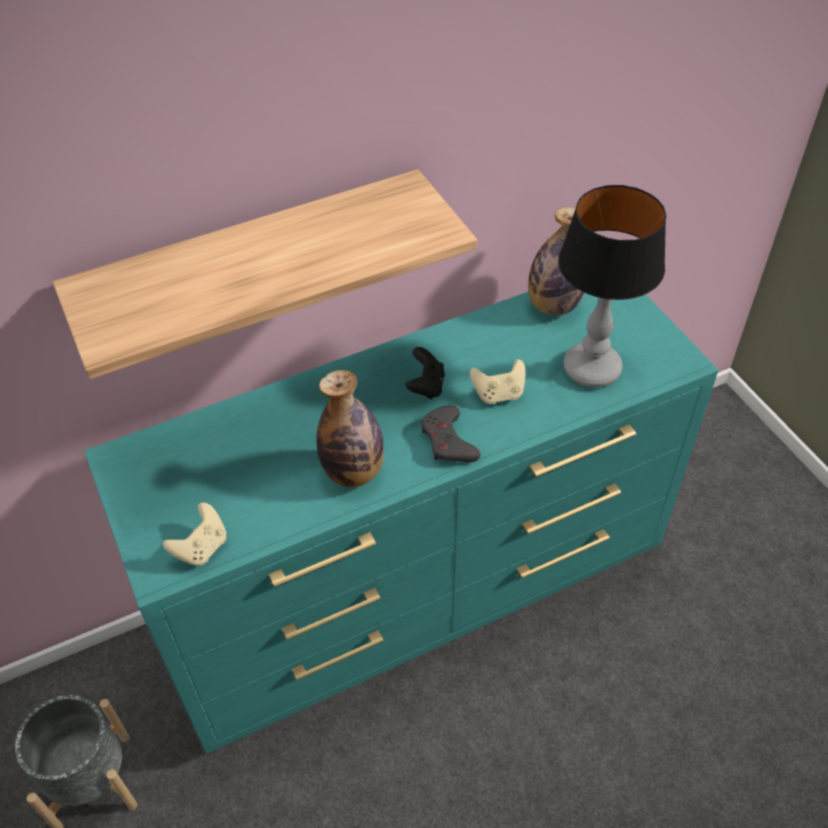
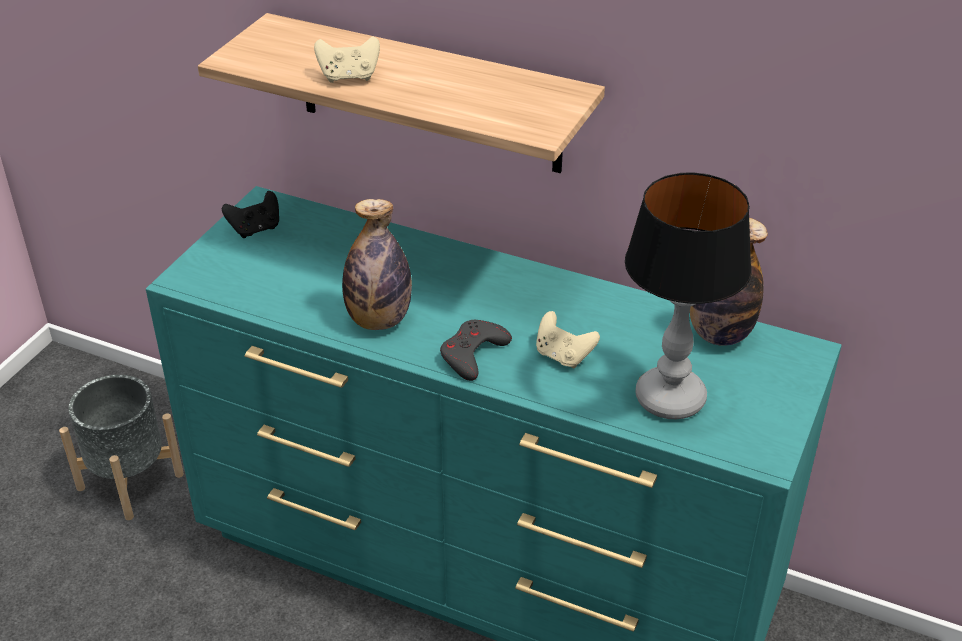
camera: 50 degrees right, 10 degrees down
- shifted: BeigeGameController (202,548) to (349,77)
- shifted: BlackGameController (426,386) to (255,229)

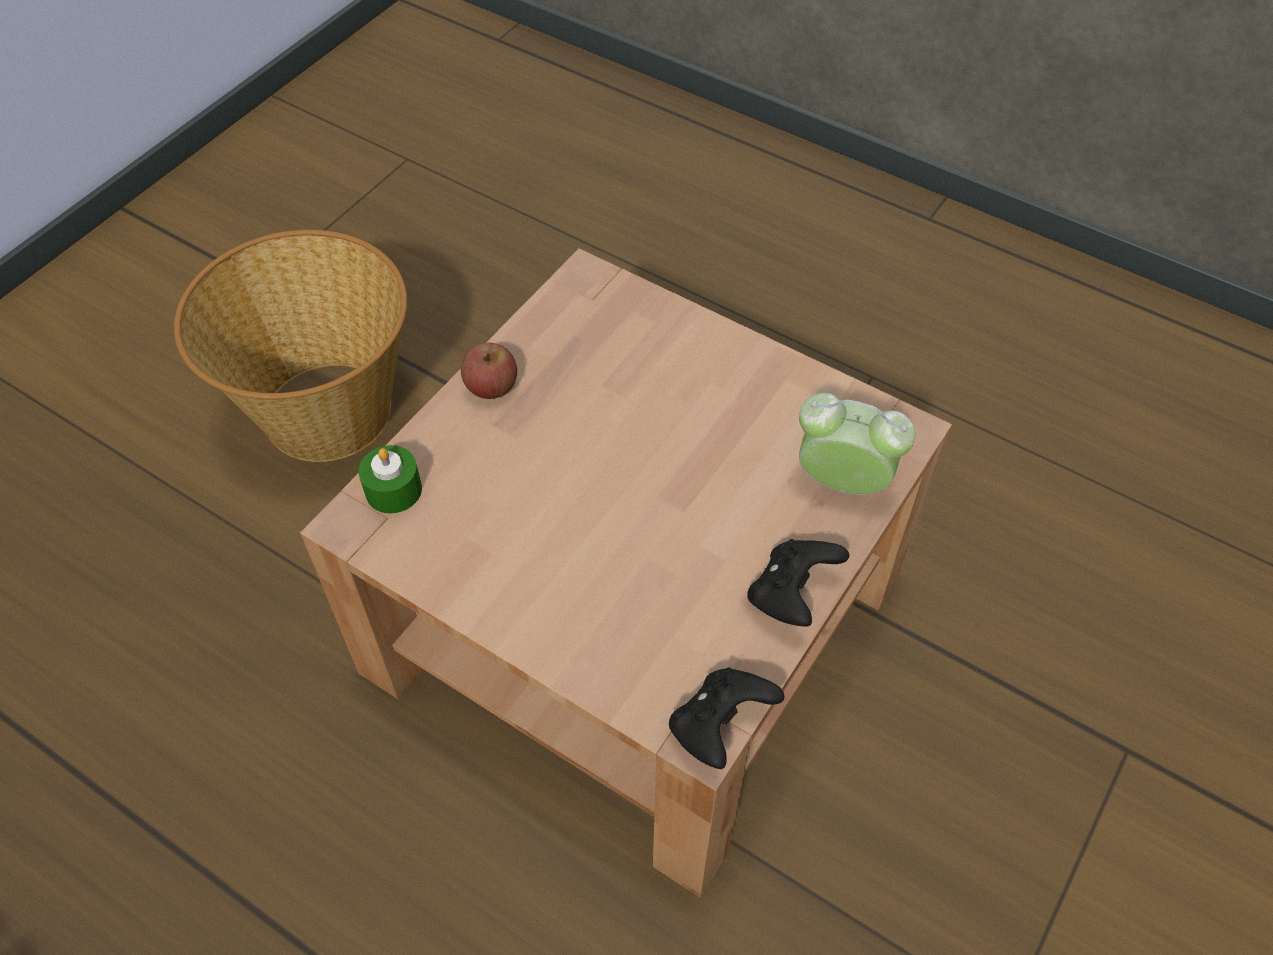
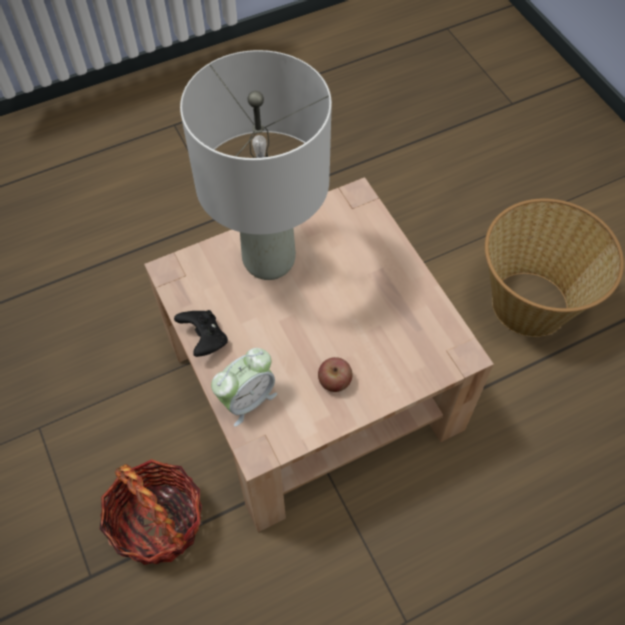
camera: 120 degrees right, 5 degrees up
- gone: GreenCandle (393,490)
- gone: BlackGameController (719,726)
- new: Basket (158,522)
- new: GreyTableLamp (269,259)
- shifted: Apple (491,386) to (334,381)

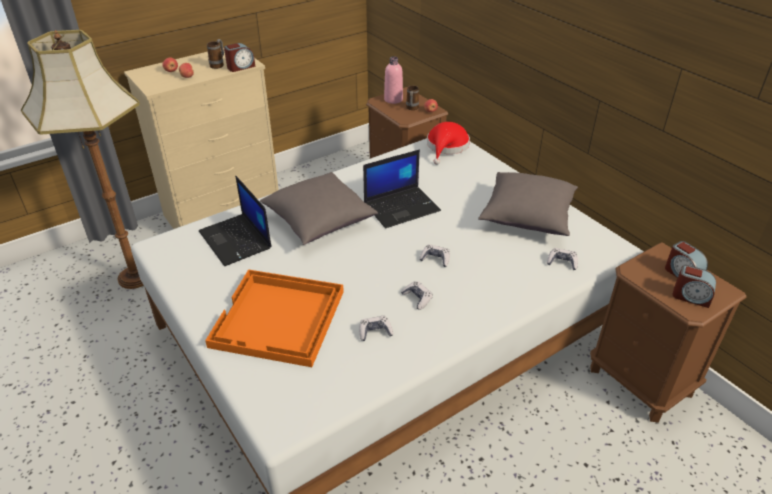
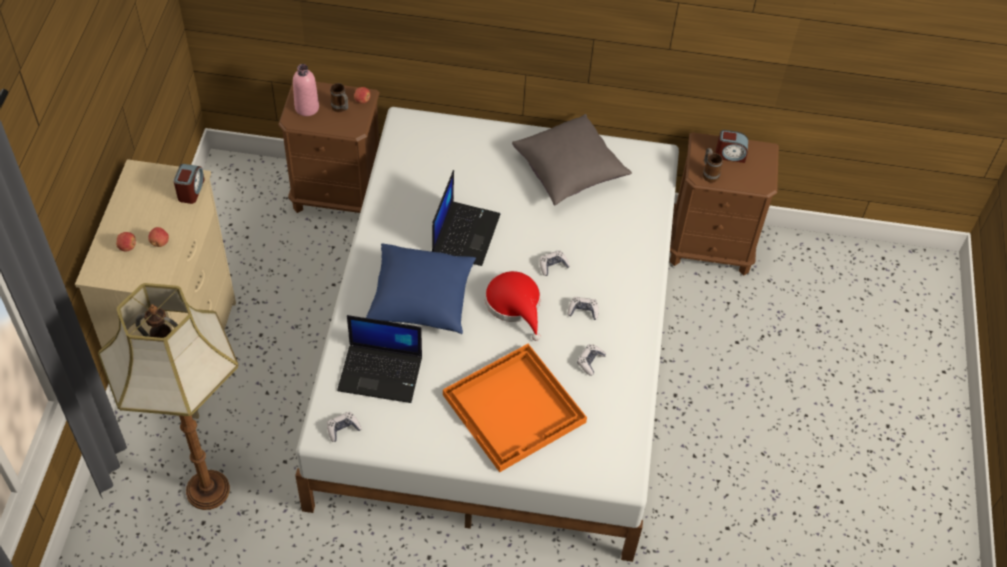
camera: 50 degrees left, 15 degrees up
- gone: AlarmClock (691,297)
- shifted: Mug (218,65) to (709,174)
- shifted: RedHat (446,147) to (515,304)
- shifted: GameController (562,262) to (343,429)
- repainted: GreyPillow (319,221) to BluePillow (421,300)

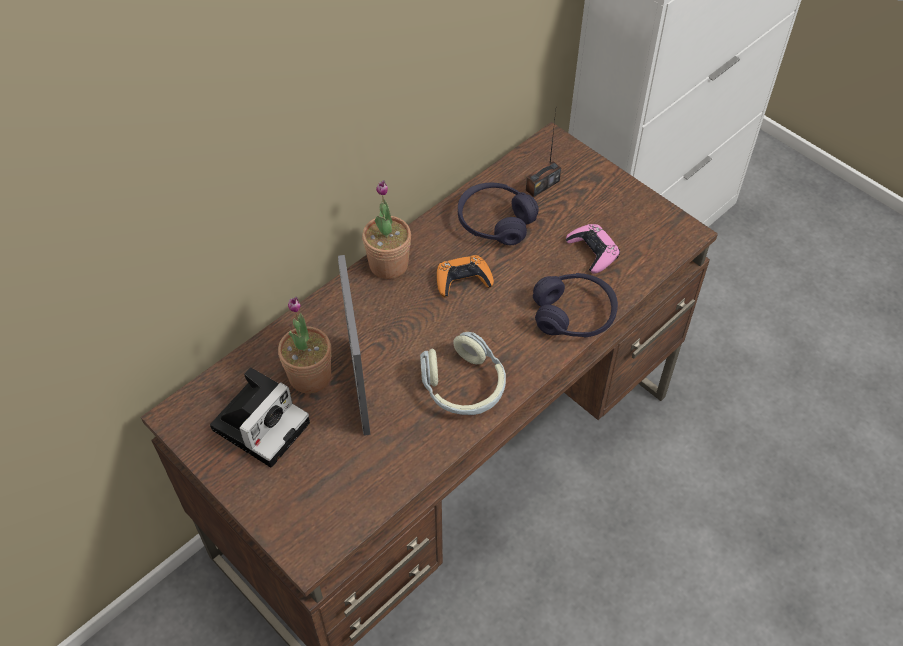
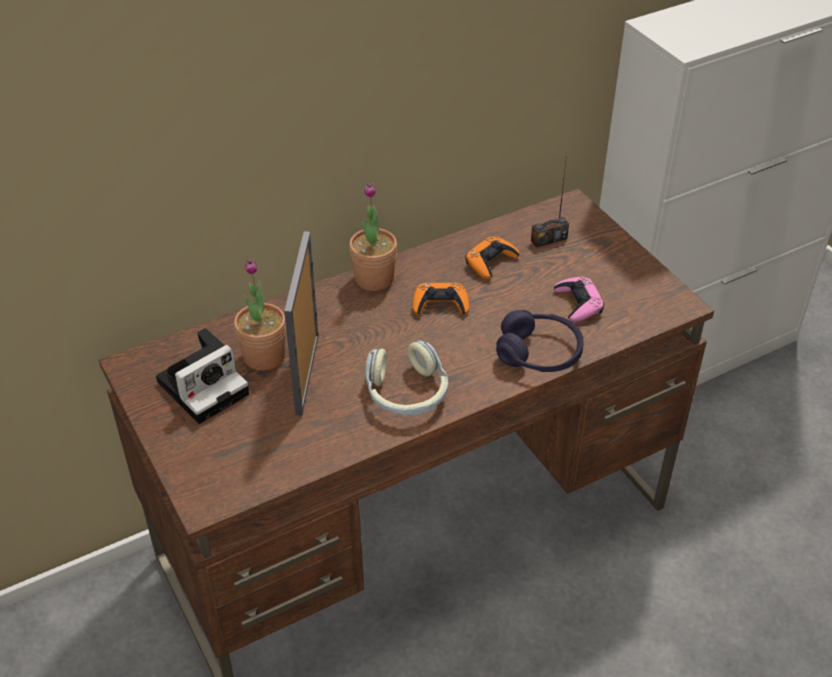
camera: 15 degrees right, 10 degrees down
- swapped: PurpleHeadphones (495,222) to OrangeGameController (490,262)

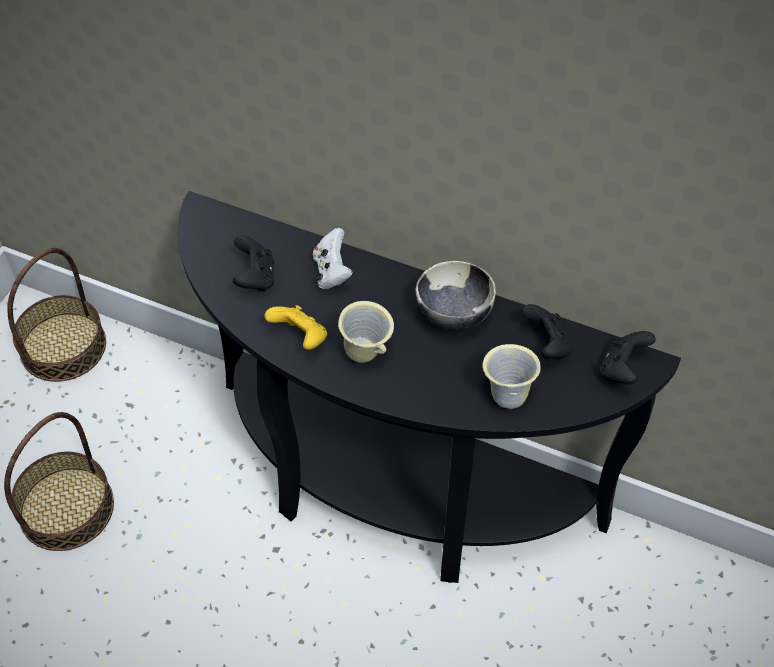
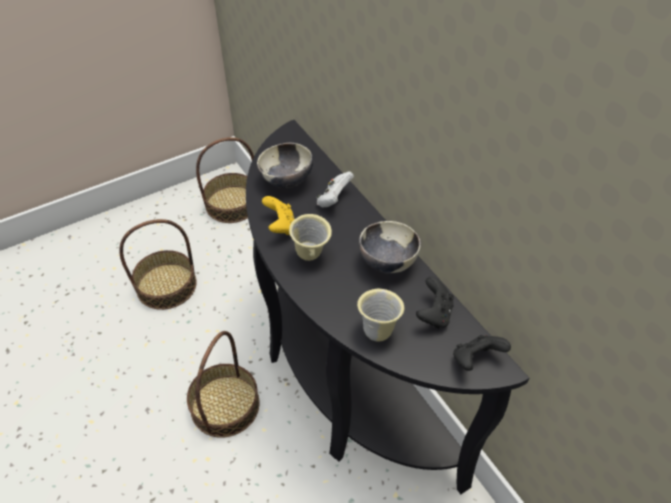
camera: 35 degrees right, 5 degrees down
- new: Basket (225,405)
- swapped: BlackGameController (255,278) to Bowl (286,181)

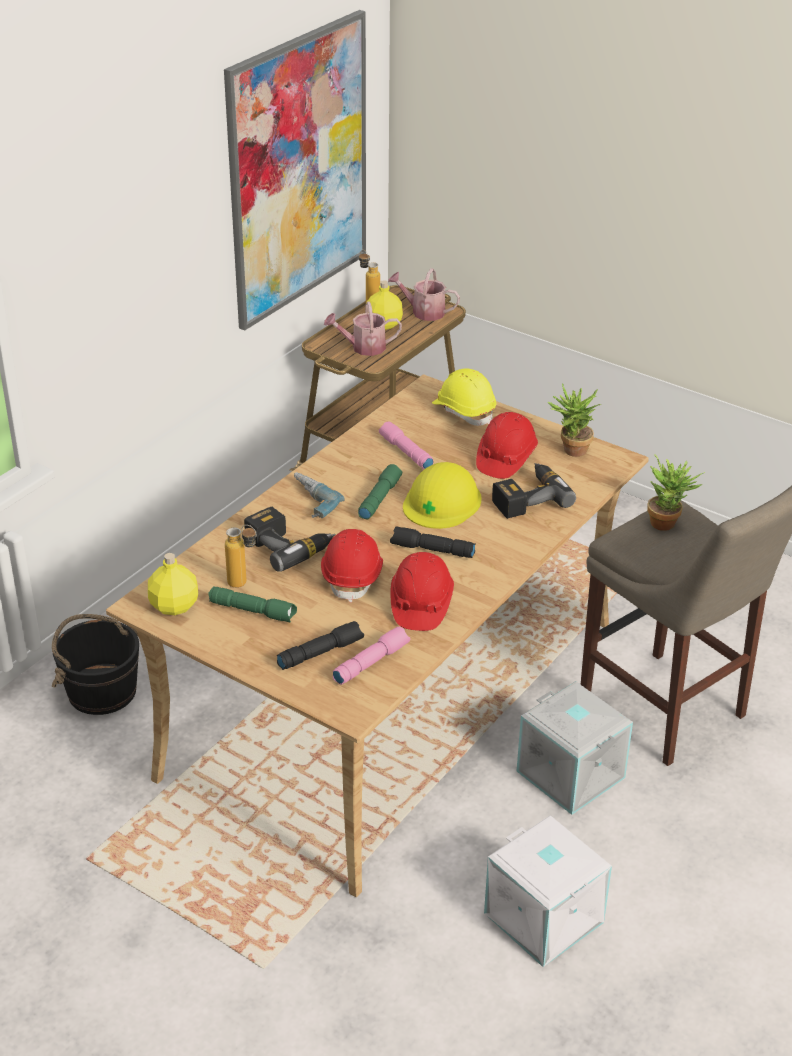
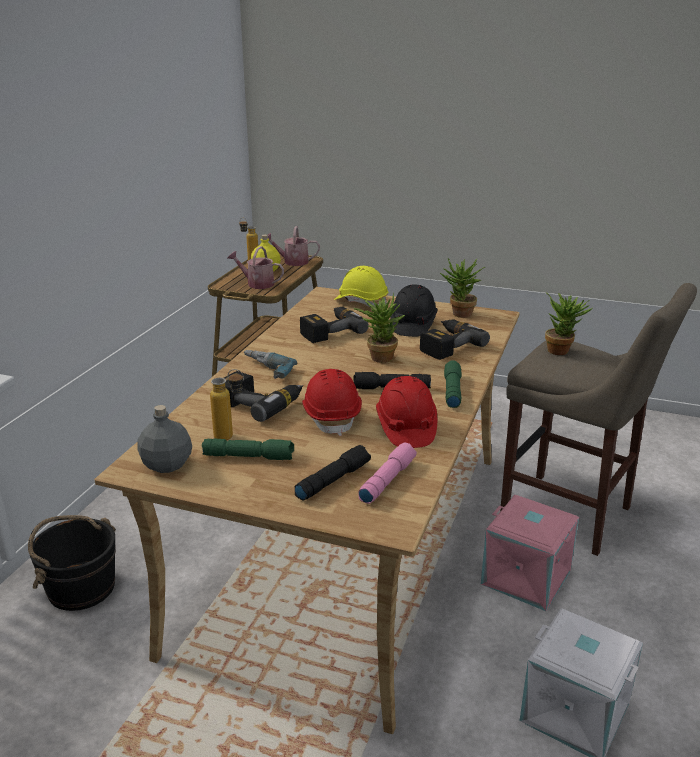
camera: 15 degrees left, 10 degrees down
- gone: Picture (298,170)
- shifted: GreenFlashlight (379,498) to (451,391)
- swapped: PinkFlashlight (405,452) to PowerDrill (329,330)
- swapped: YellowHardHat (442,502) to PottedPlant (379,356)
- repainted: YellowBottle (175,606) to GreyBottle (167,465)
- repainted: RedHardHat (505,459) to BlackHardHat (412,325)
- repainted: GreyStorageBox (572,774) to PinkStorageBox (527,577)
- rotated: WateringCan (363,347) = (257,284) 45 degrees clockwise

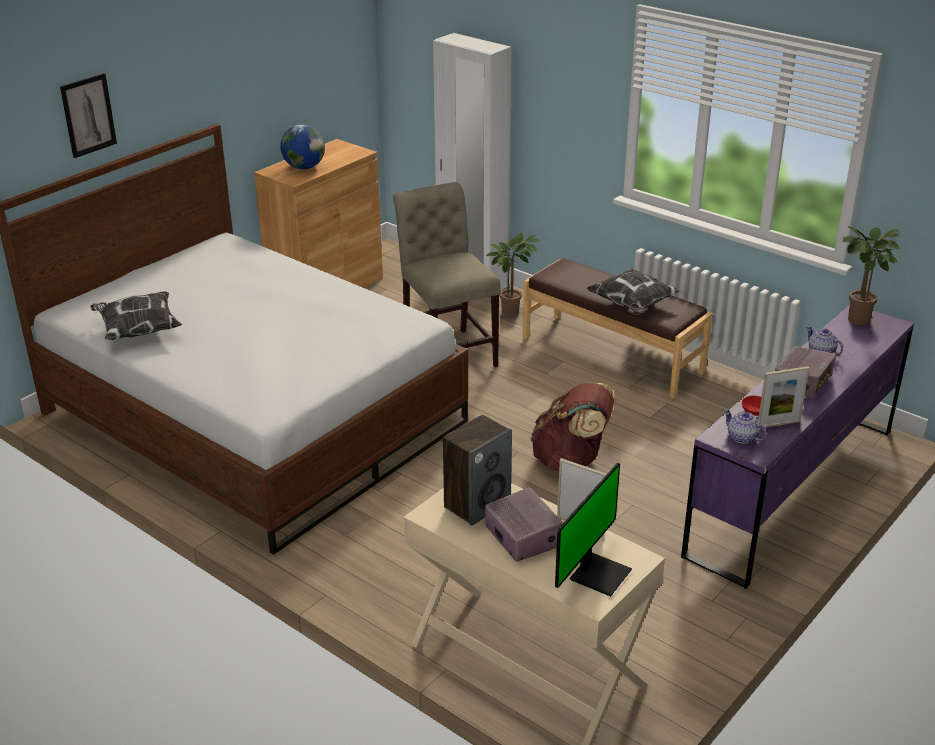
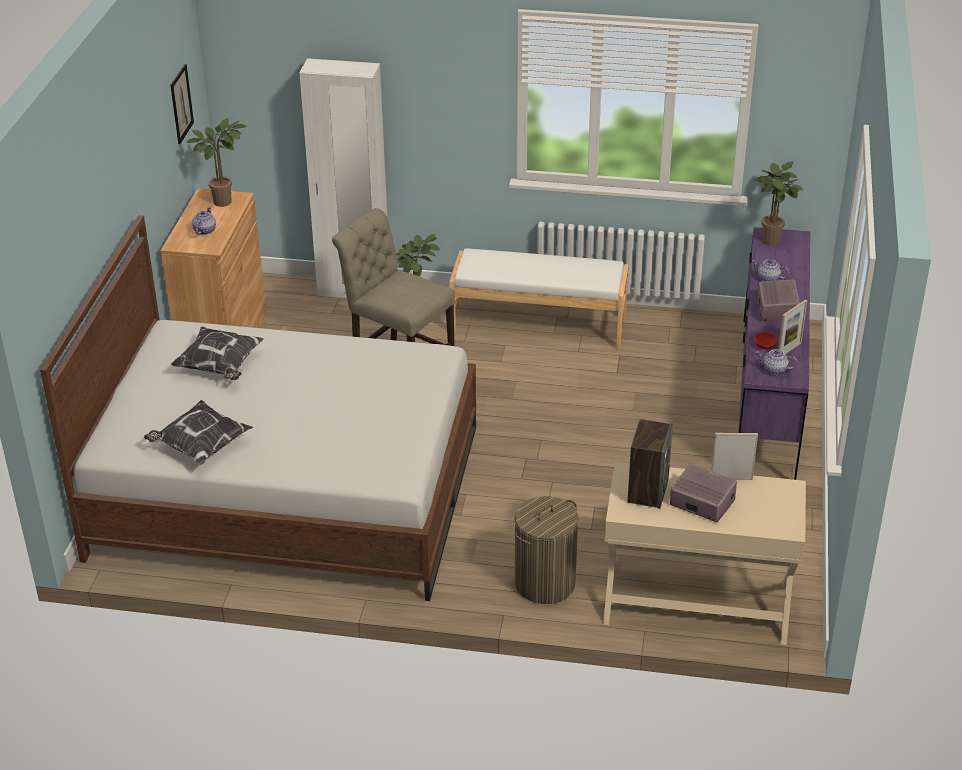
camera: 30 degrees left, 5 degrees up
- gone: BrownBackpack (571,461)
- gone: Monitor (598,573)
- new: PottedPlant (224,200)
- new: LaundryBasket (545,583)
- shifted: Picture (88,115) to (181,104)
- shifted: Pillow (632,305) to (220,367)
- swapped: Globe (304,167) to Teapot (204,230)
- repainted: BrownBench (612,354) to WhiteBench (538,324)

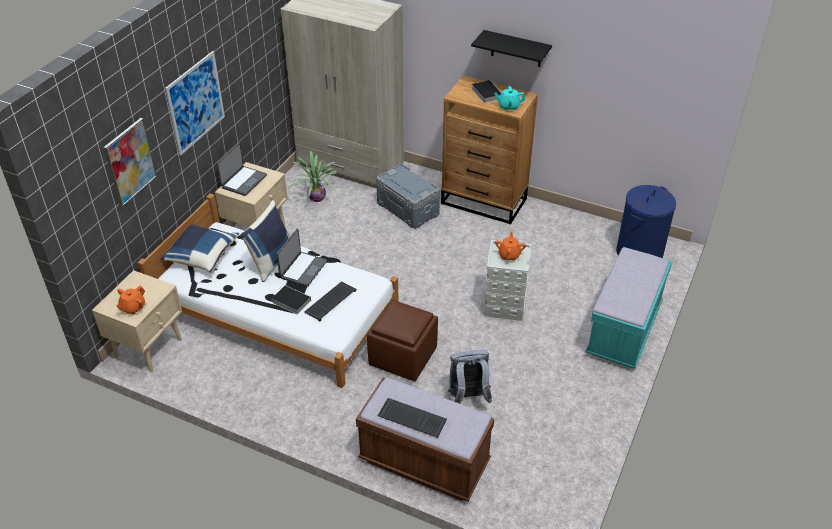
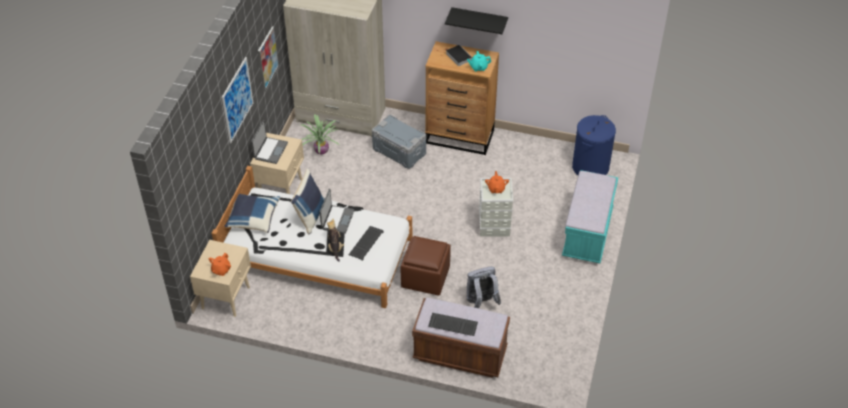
camera: 10 degrees left, 5 degrees up
- shifted: Picture (130,162) to (267,58)
- swapped: Book (290,301) to PlushToy (335,247)

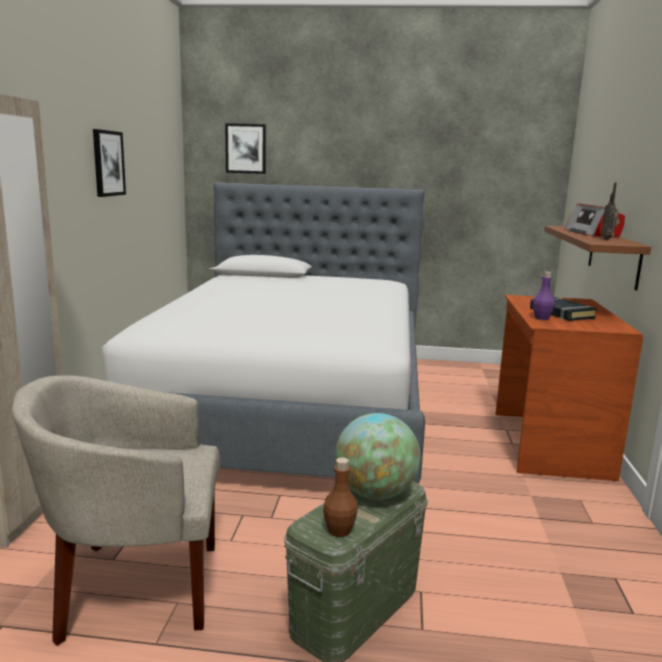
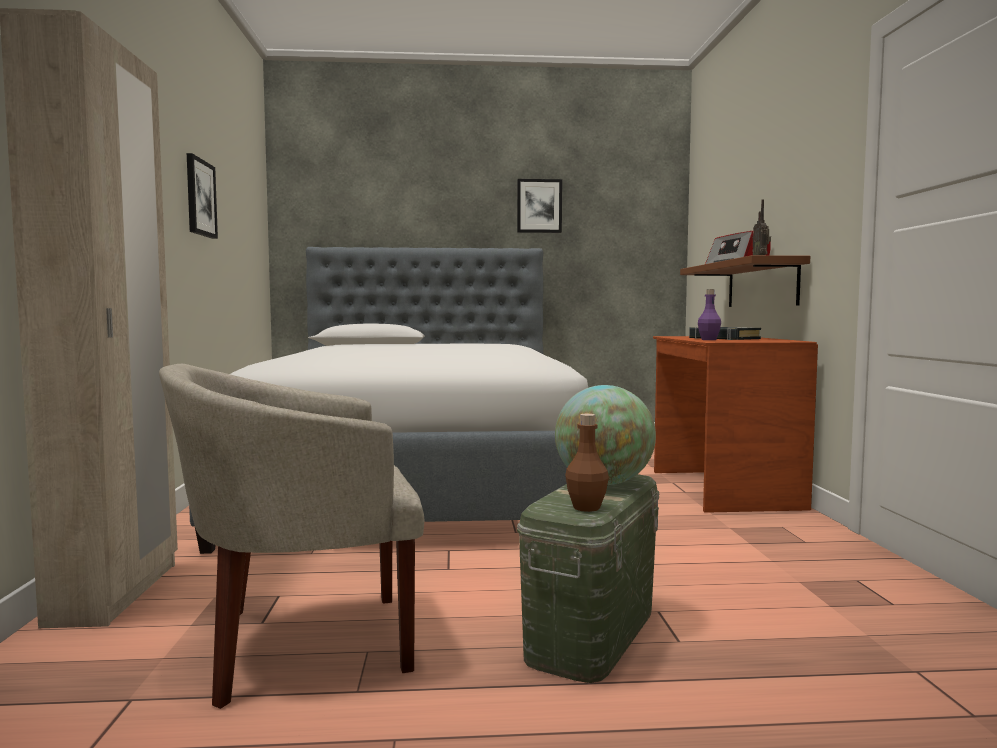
camera: 10 degrees left, 10 degrees down
- shifted: Picture (246,148) to (539,206)

